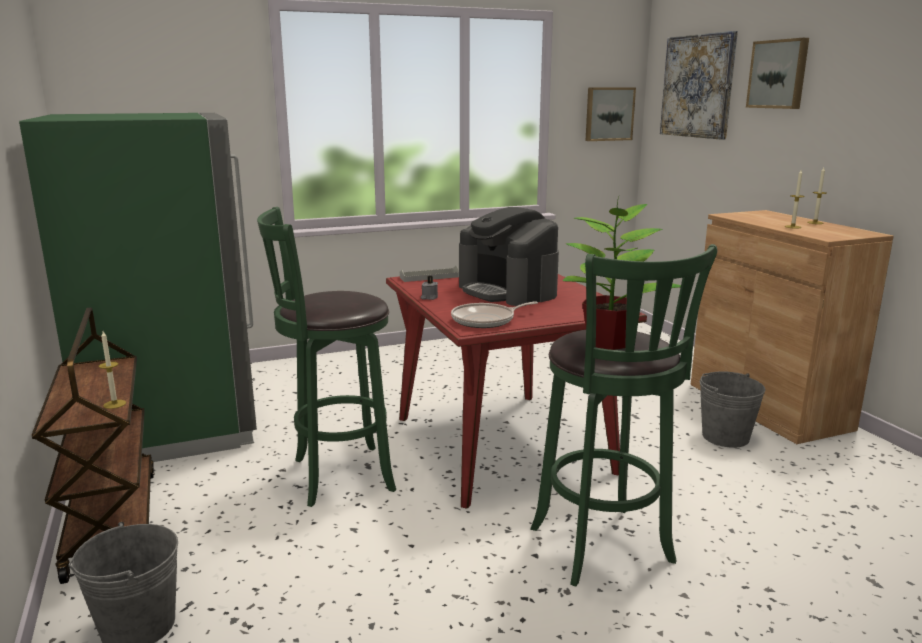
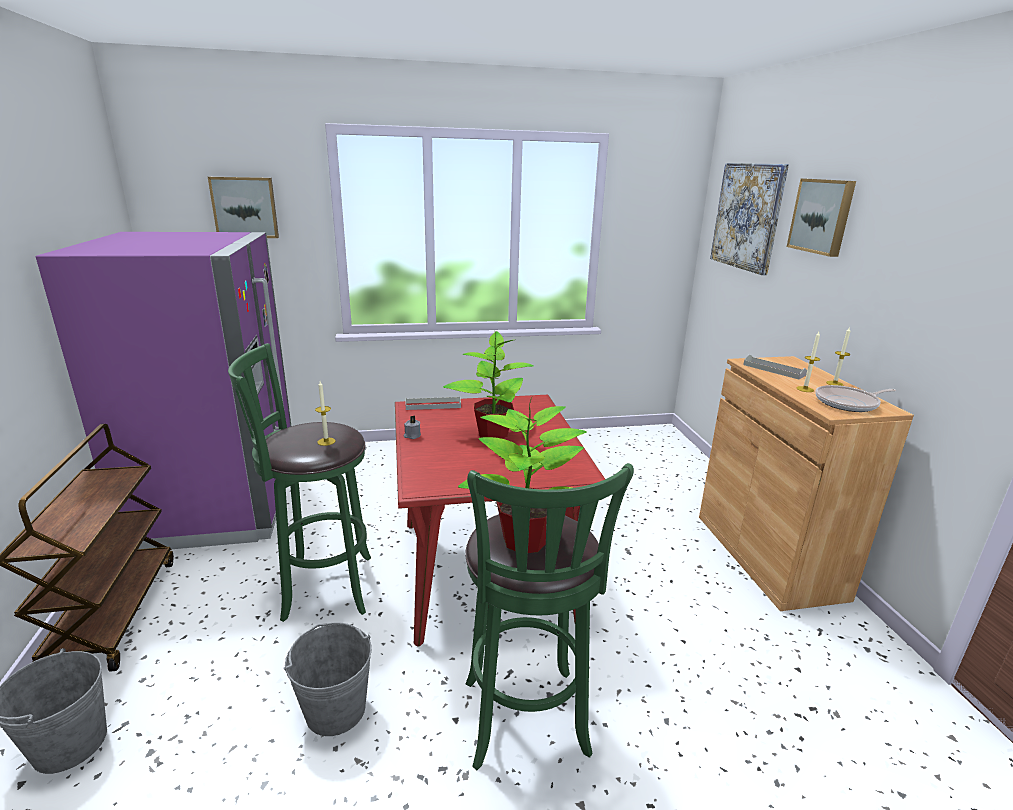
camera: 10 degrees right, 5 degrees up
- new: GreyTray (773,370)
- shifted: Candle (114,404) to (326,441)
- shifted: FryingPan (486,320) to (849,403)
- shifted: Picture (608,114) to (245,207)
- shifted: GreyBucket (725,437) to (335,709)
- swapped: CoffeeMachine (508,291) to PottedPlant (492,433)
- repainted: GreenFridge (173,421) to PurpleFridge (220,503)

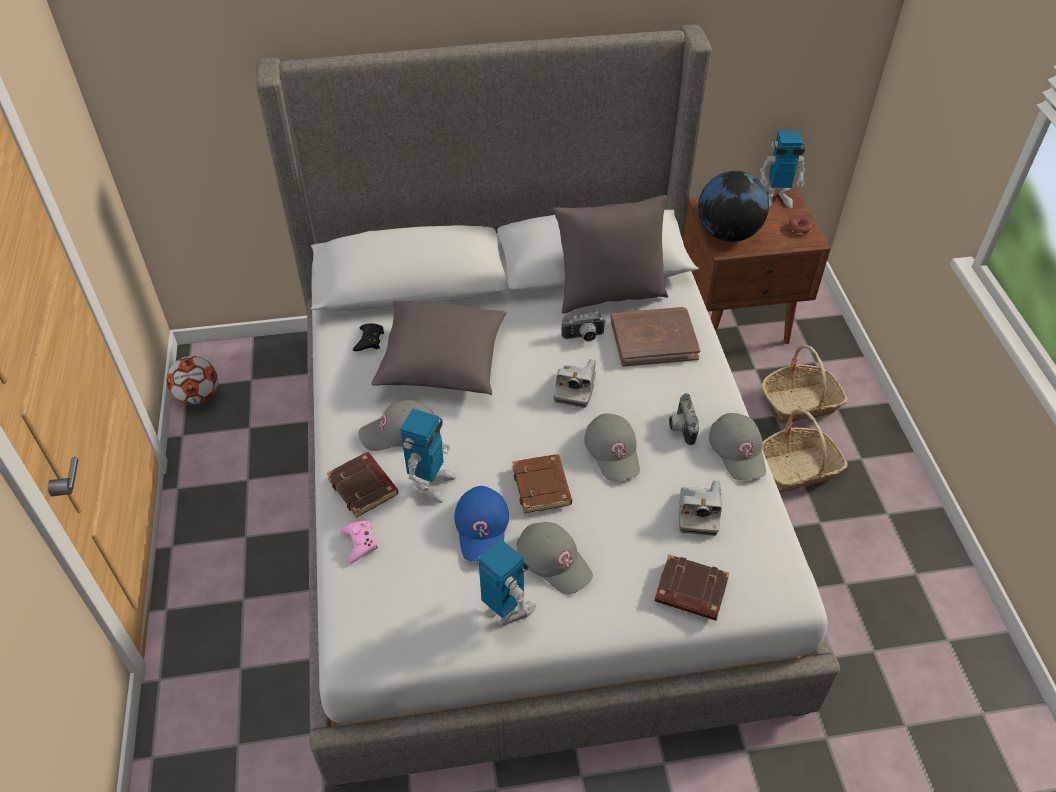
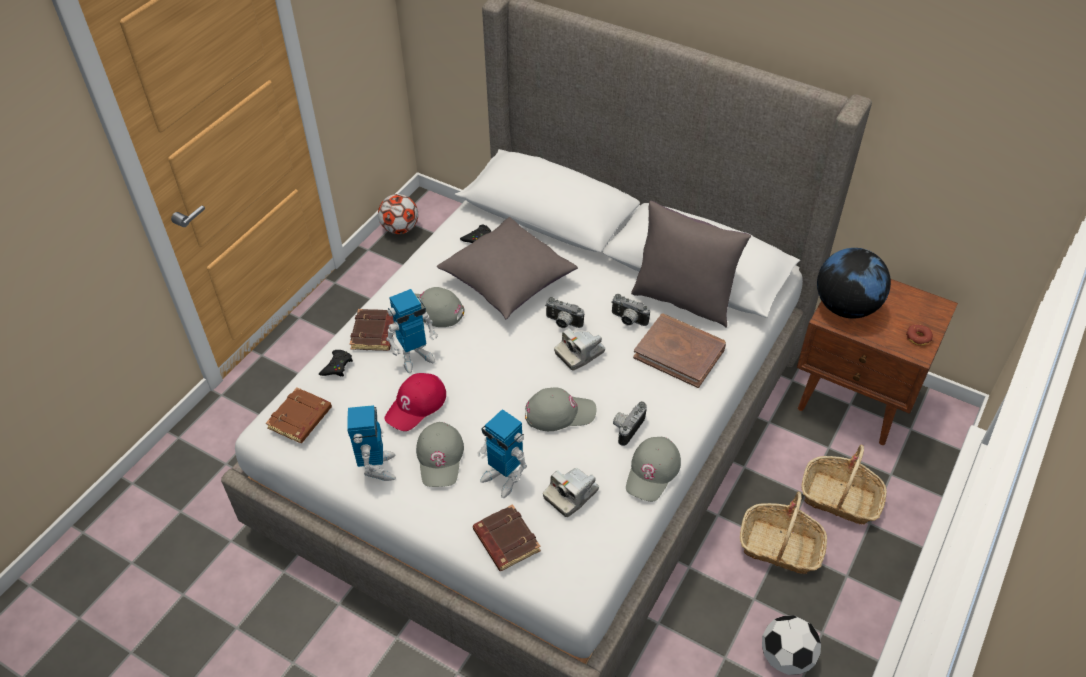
camera: 40 degrees right, 0 degrees up
- new: PhotoCamera (562,323)
- new: Football (786,657)
- shifted: BrownBook (542,487) to (300,419)
- shifted: ToyRobot (777,199) to (503,478)
- repainted: PinkGameController (360,542) to BlackGameController (337,366)
- repainted: BlueCap (482,527) to RedCap (416,405)
- rotated: GreyCap (613,450) = (559,413) 120 degrees counterclockwise

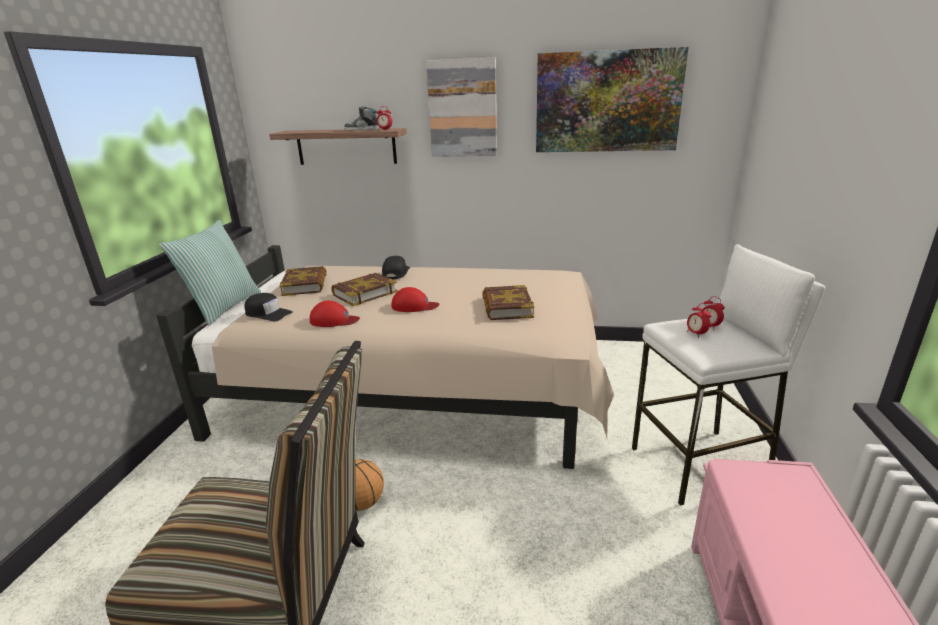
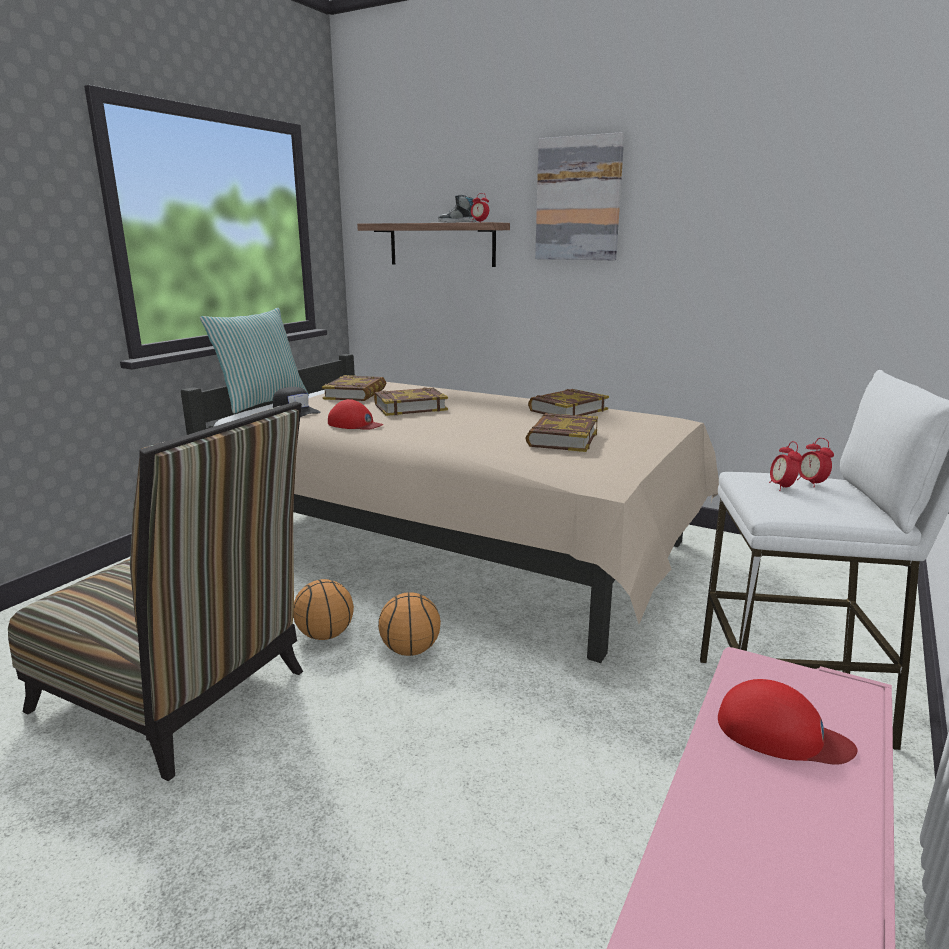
camera: 20 degrees right, 5 degrees down
- gone: BlackCap (396,272)
- gone: Picture (607,102)
- new: Basketball (409,650)
- new: Book (567,410)
- shifted: RedCap (414,306) to (781,733)

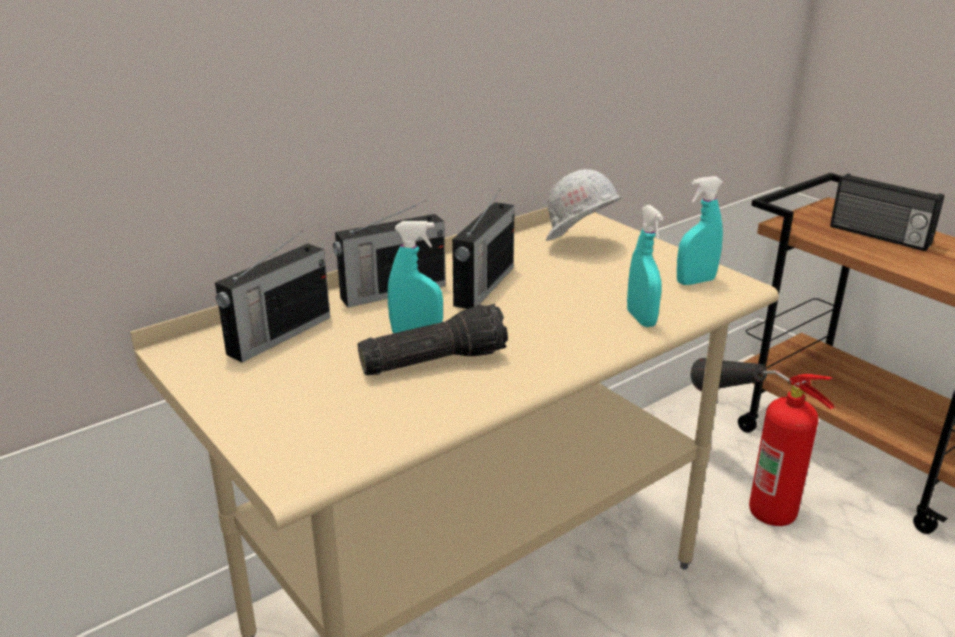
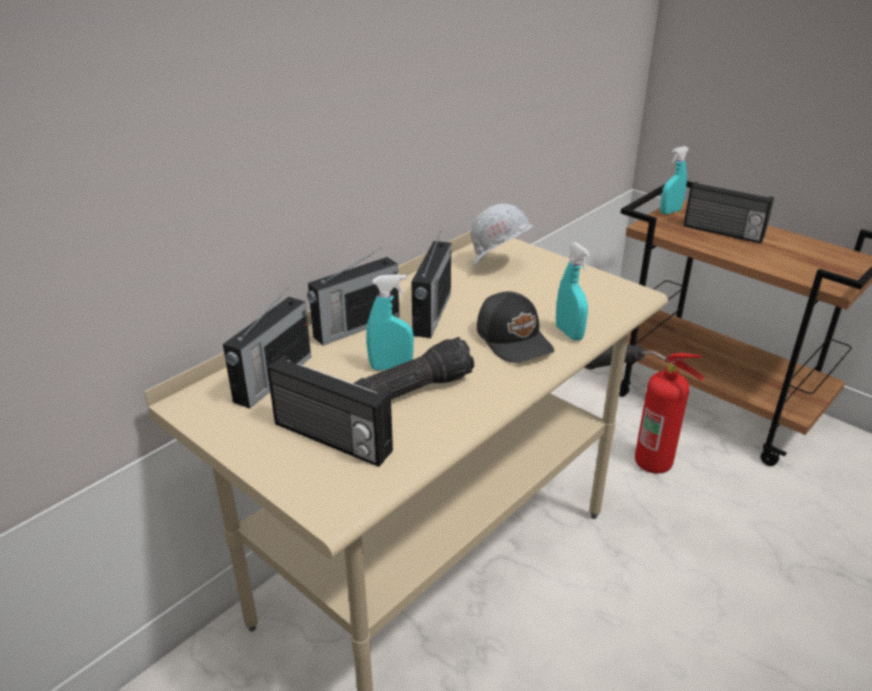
camera: 10 degrees left, 5 degrees up
- new: Radio (331,439)
- new: BlackCap (514,339)
- shifted: TurquoiseSprayBottle (695,281) to (670,212)

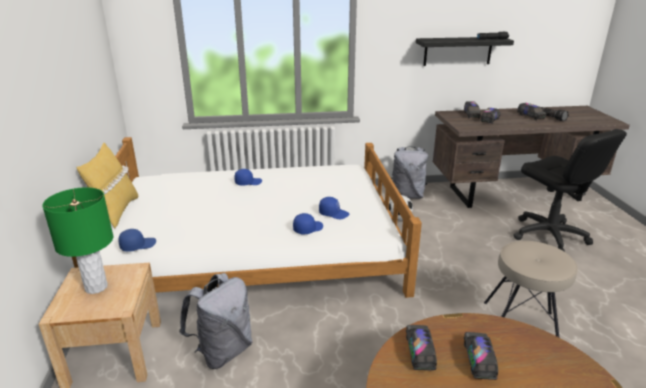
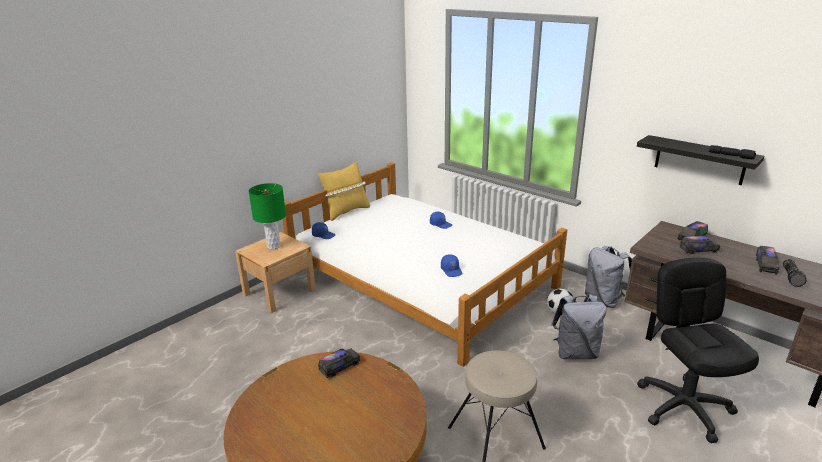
camera: 50 degrees right, 0 degrees up
- gone: BlueCap (308,228)
- gone: ToyTruck (479,360)
- shifted: GreyBackpack (223,351) to (575,353)
- rotated: BlackOfficeChair (549,235) = (684,407) 150 degrees clockwise

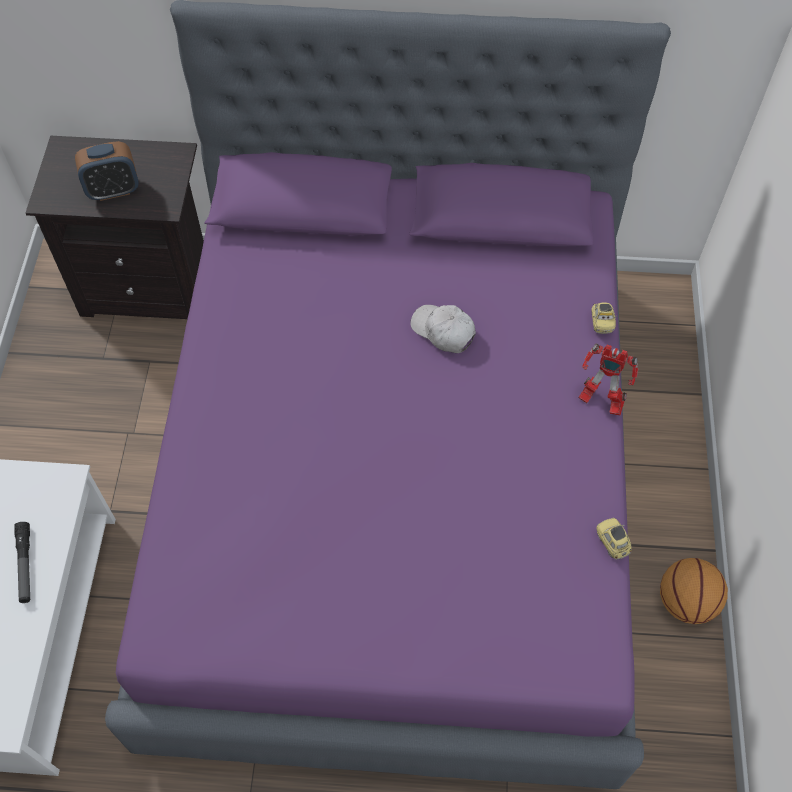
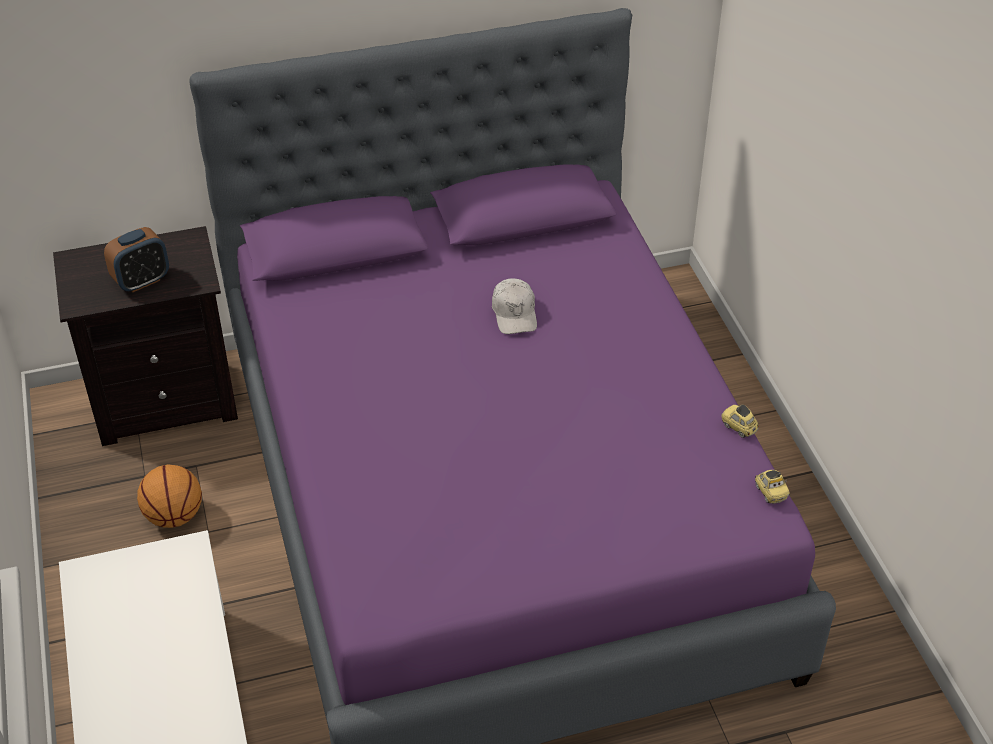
camera: 20 degrees left, 15 degrees down
- gone: Flashlight (25,565)
- gone: ToyRobot (599,400)
- shifted: ToyCar (601,322) to (770,492)
- shifted: Basketball (686,602) to (175,516)
- rotated: WhiteCap (443,331) = (514,313) 120 degrees counterclockwise

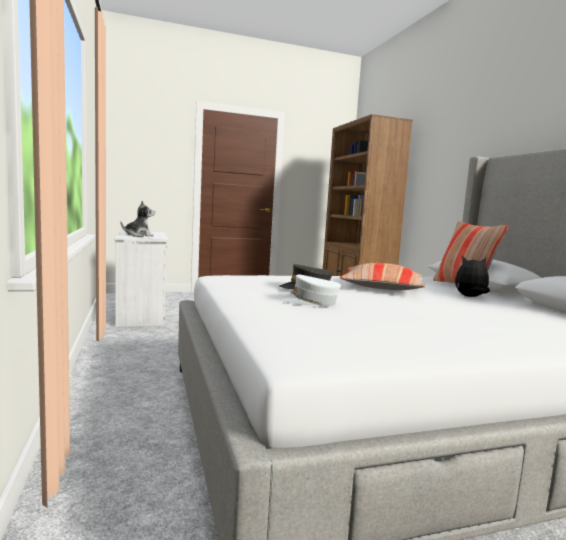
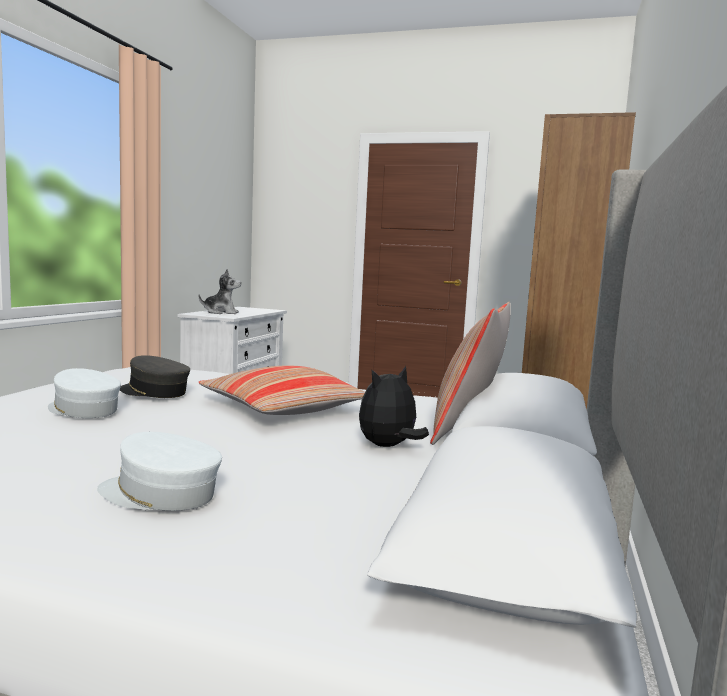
camera: 35 degrees right, 0 degrees up
- new: WhiteCap (160,494)
- rotated: PlushToy (470,297) = (388,447) 75 degrees counterclockwise

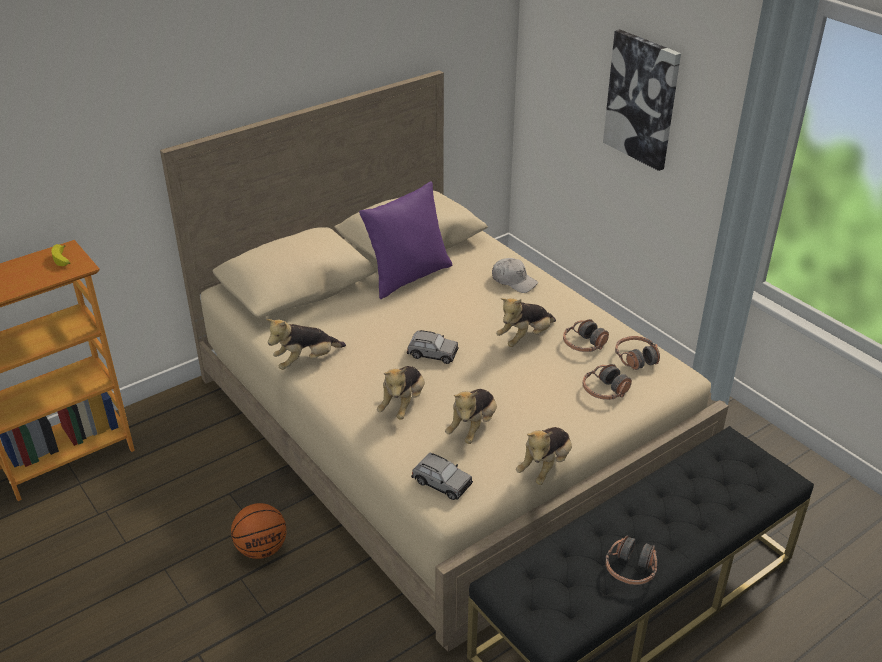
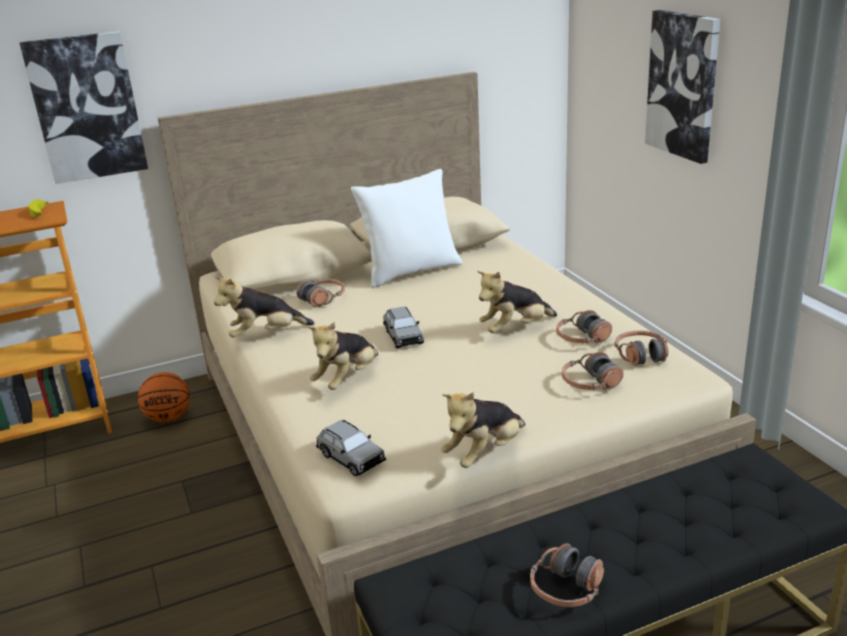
camera: 15 degrees right, 10 degrees down
- gone: PlushToy (473,427)
- gone: WhiteCap (514,281)
- new: Picture (86,107)
- new: Headphones (322,299)
- shifted: Basketball (261,549) to (168,418)
- repainted: PurplePillow (408,277) to WhitePillow (411,271)
- rotated: GreyToyCar (432,354) = (403,337) 45 degrees clockwise

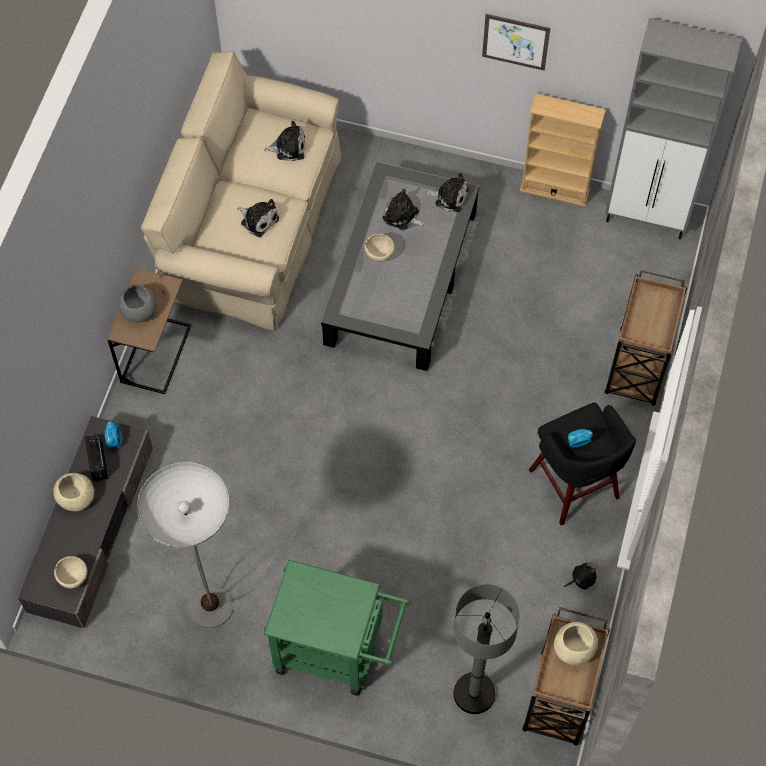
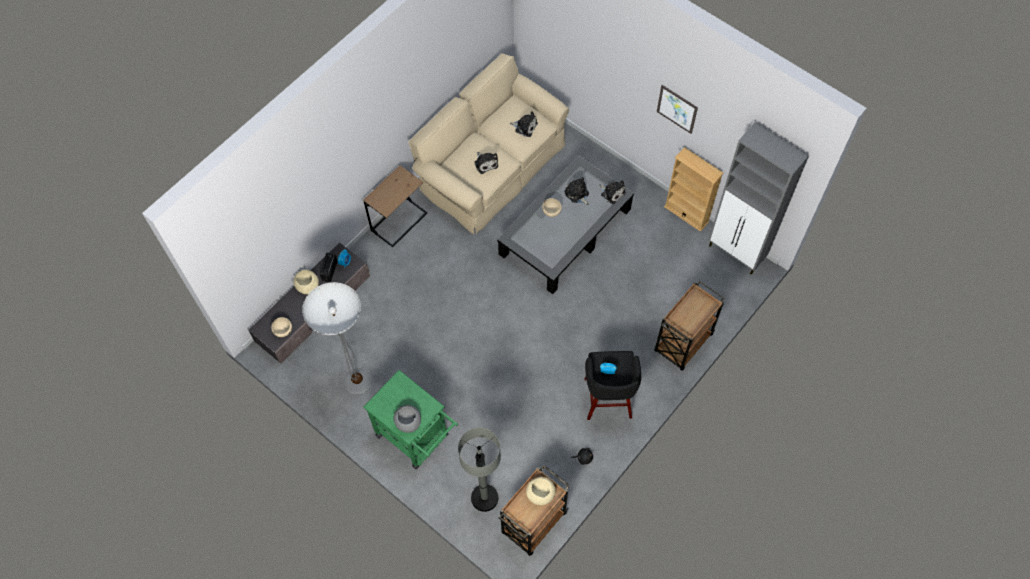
camera: 25 degrees right, 0 degrees up
- shifted: GreyBowl (138,311) to (408,422)

